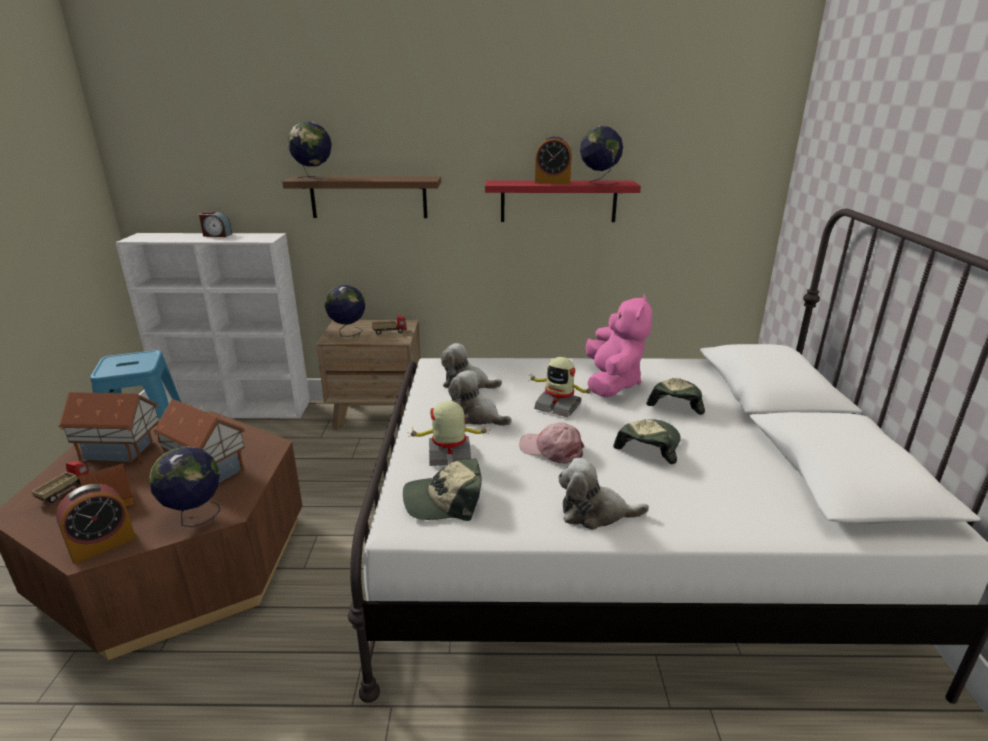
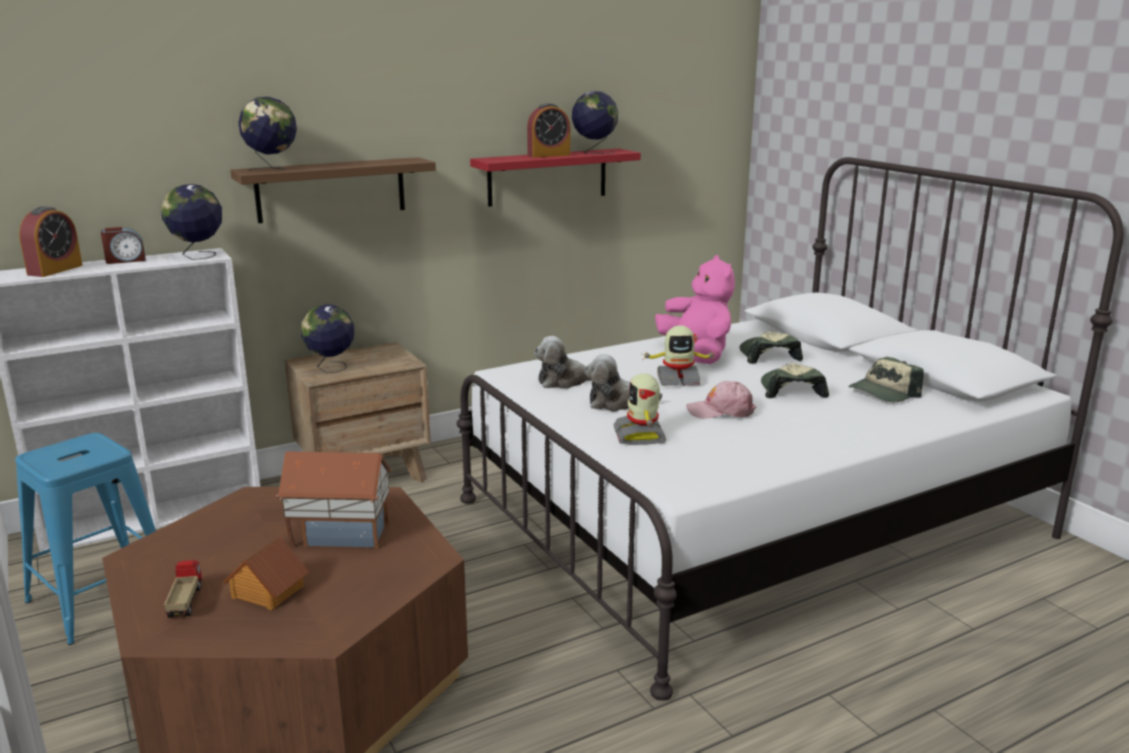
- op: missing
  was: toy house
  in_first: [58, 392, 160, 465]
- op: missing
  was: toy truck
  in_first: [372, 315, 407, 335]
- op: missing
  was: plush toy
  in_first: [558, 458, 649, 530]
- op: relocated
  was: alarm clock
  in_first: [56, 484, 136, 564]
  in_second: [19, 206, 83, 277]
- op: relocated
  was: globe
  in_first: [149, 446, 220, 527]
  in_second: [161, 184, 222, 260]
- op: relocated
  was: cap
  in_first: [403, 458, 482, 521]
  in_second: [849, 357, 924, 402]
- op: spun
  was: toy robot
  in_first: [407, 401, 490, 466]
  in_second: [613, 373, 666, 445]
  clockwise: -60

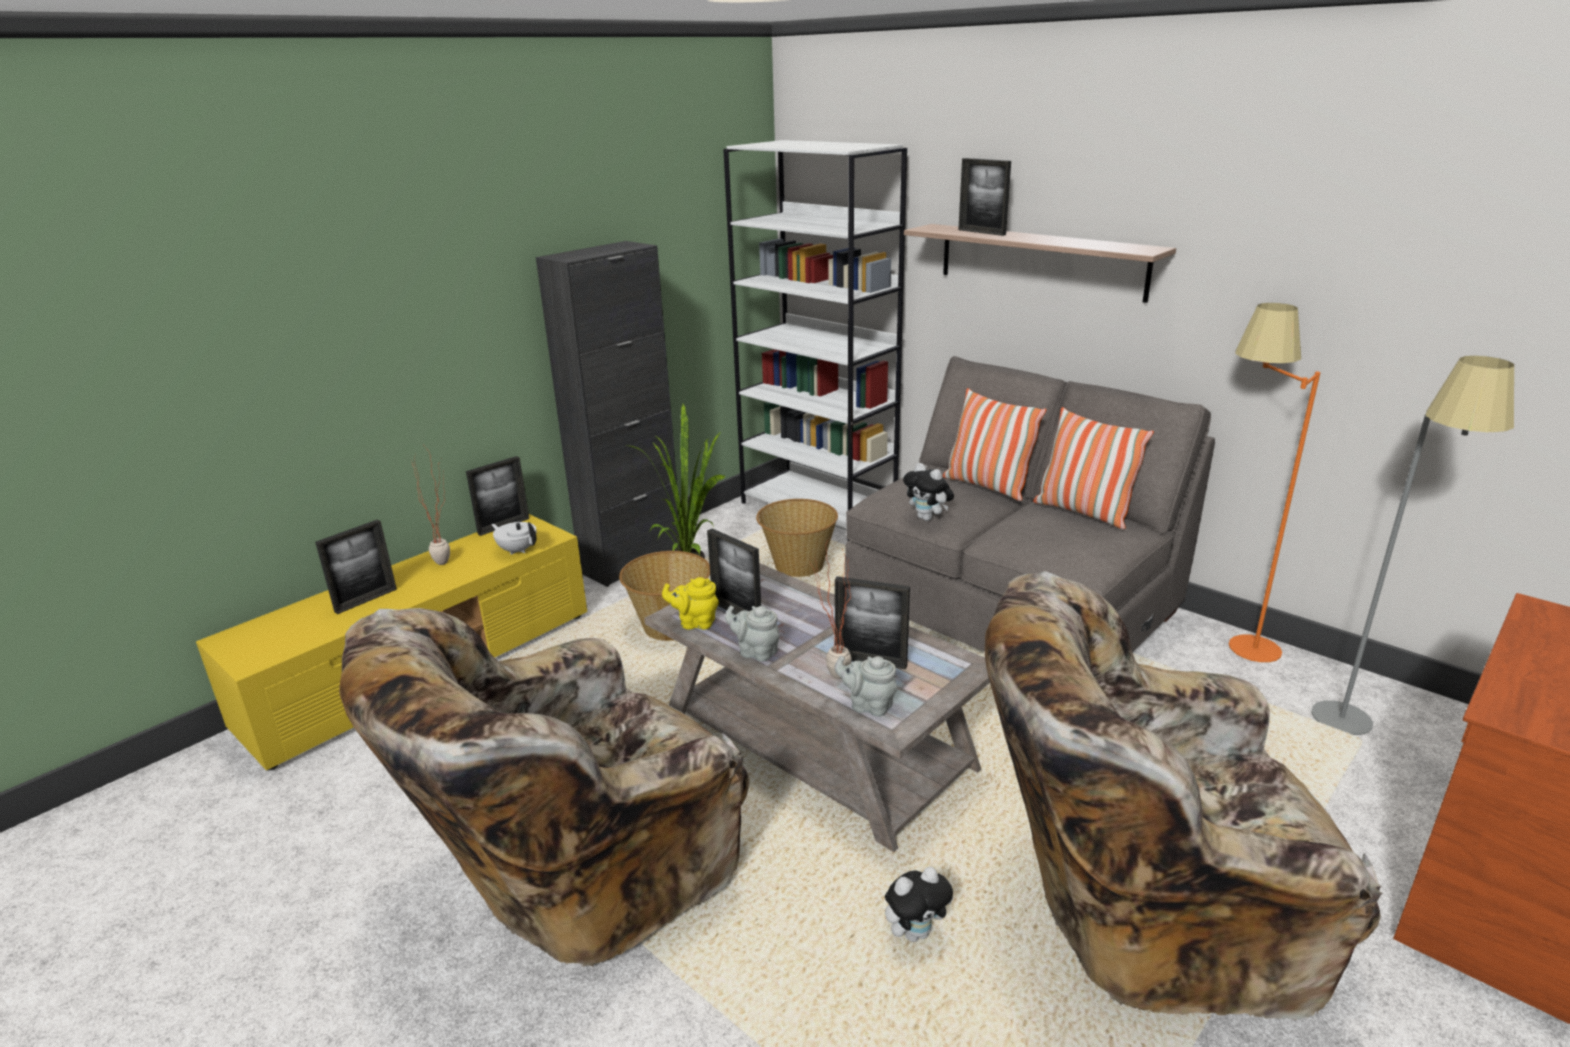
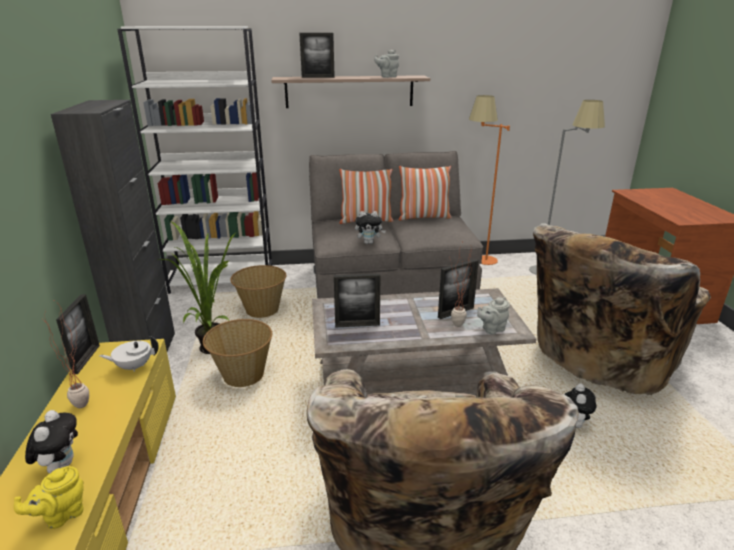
- op: relocated
  was: teapot (yellow)
  in_first: [662, 577, 719, 630]
  in_second: [14, 466, 84, 529]
- op: relocated
  was: teapot (grey)
  in_first: [725, 605, 779, 662]
  in_second: [374, 50, 399, 78]
- op: exchanged
  was: picture frame
  now: plush toy
  in_first: [315, 519, 397, 614]
  in_second: [25, 410, 78, 474]

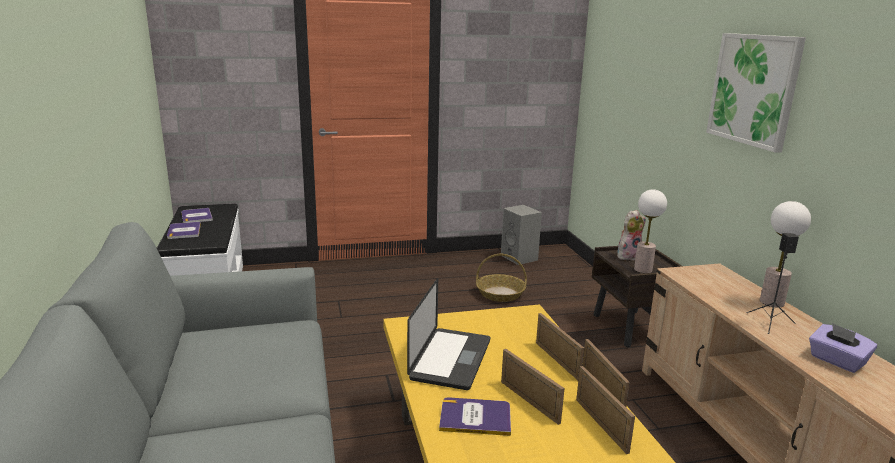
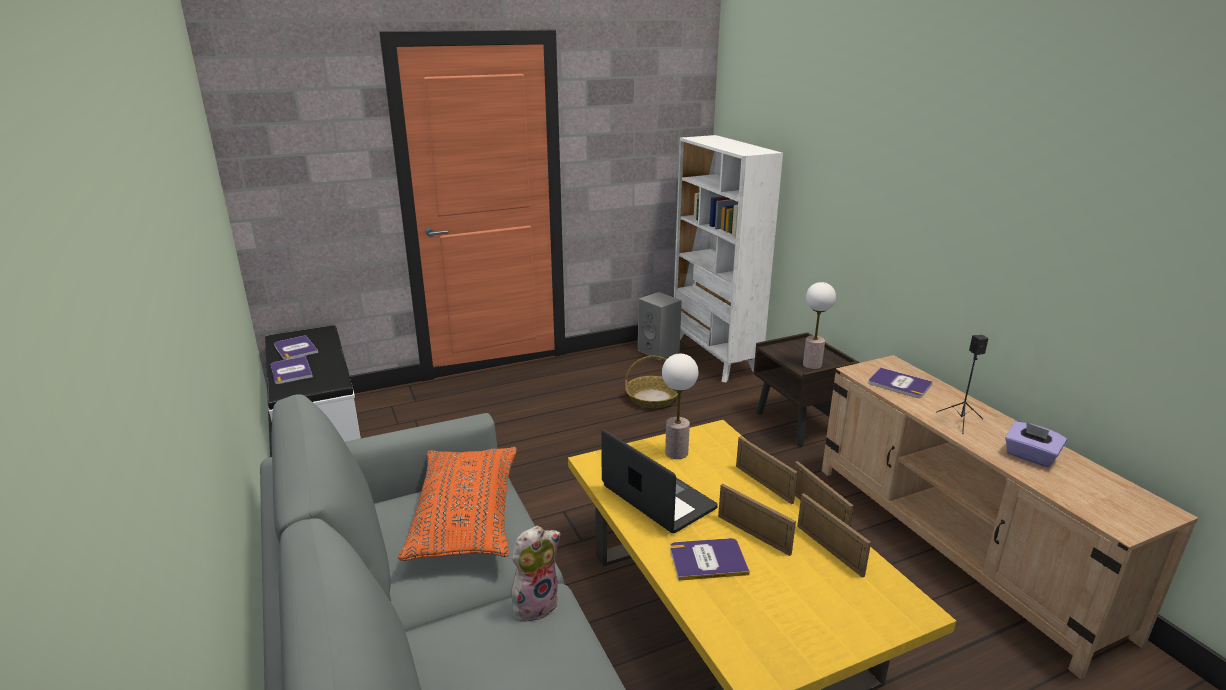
- op: missing
  was: picture
  in_first: [706, 33, 806, 153]
- op: appeared
  now: pillow (orange)
  in_second: [398, 447, 517, 561]
- op: appeared
  now: bookcase (white)
  in_second: [674, 135, 783, 382]
- op: appeared
  now: book
  in_second: [868, 367, 933, 398]
- op: relocated
  was: plush toy
  in_first: [617, 210, 646, 260]
  in_second: [511, 526, 561, 621]
- op: relocated
  was: table lamp
  in_first: [760, 201, 811, 308]
  in_second: [662, 354, 698, 459]
- op: spun
  was: laptop
  in_first: [407, 278, 490, 390]
  in_second: [601, 429, 718, 533]
  clockwise: -45

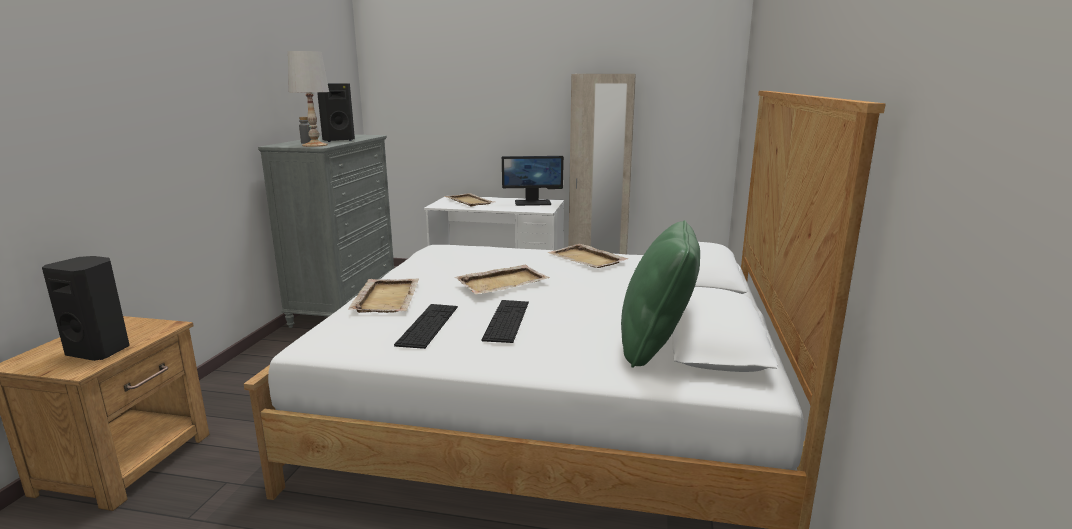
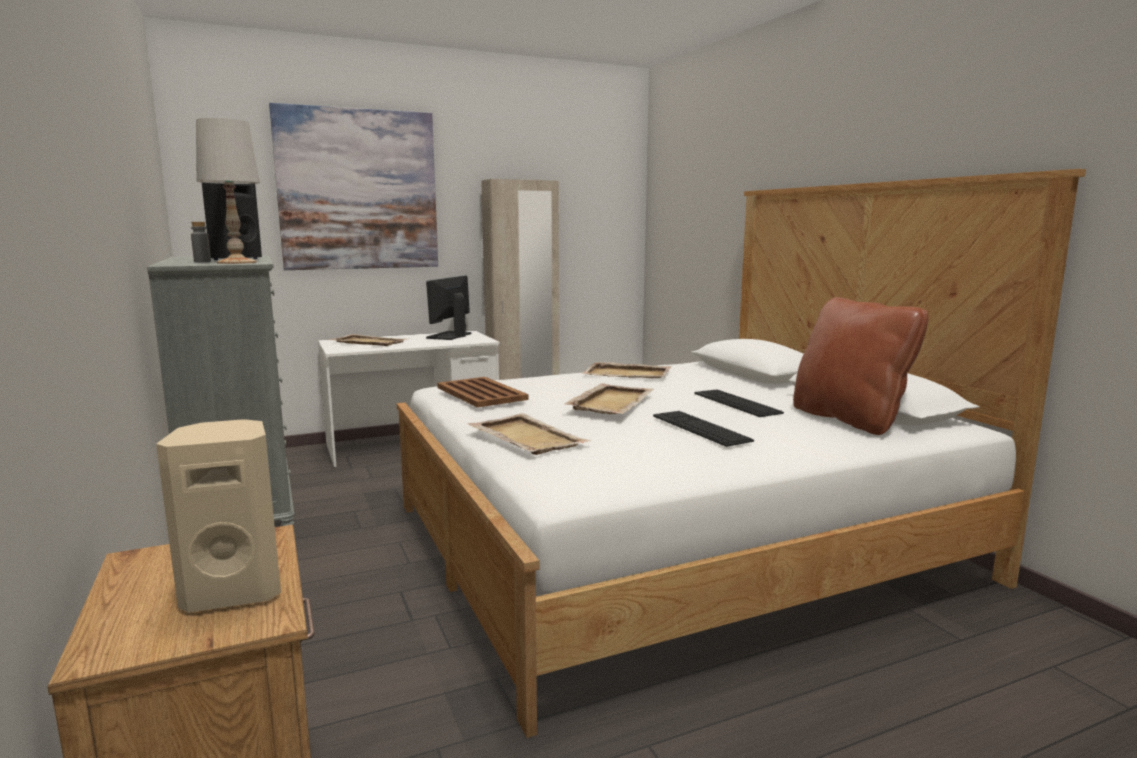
- op: appeared
  now: picture
  in_second: [269, 103, 438, 270]
- op: appeared
  now: tray (brown)
  in_second: [437, 377, 529, 408]
- op: relocated
  was: keyboard
  in_first: [394, 304, 458, 349]
  in_second: [695, 389, 784, 417]
- op: colour
  was: speaker (black)
  now: speaker (beige)
  in_first: [42, 256, 130, 361]
  in_second: [156, 419, 281, 613]
- op: colour
  was: pillow (green)
  now: pillow (brown)
  in_first: [621, 220, 700, 368]
  in_second: [793, 297, 929, 435]
- op: spun
  was: monitor
  in_first: [502, 156, 564, 206]
  in_second: [426, 276, 471, 340]
  clockwise: 150

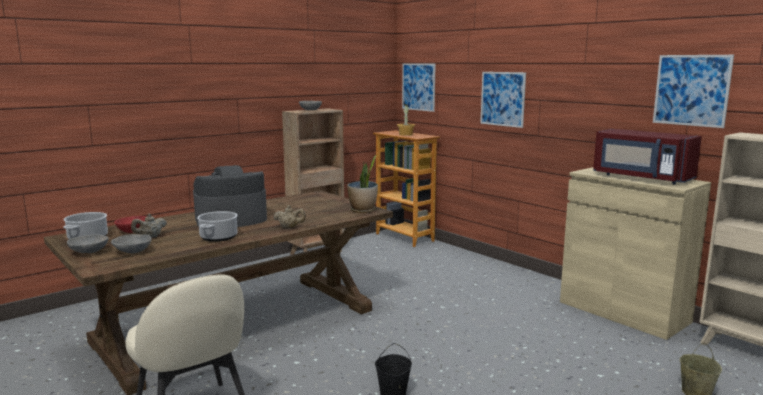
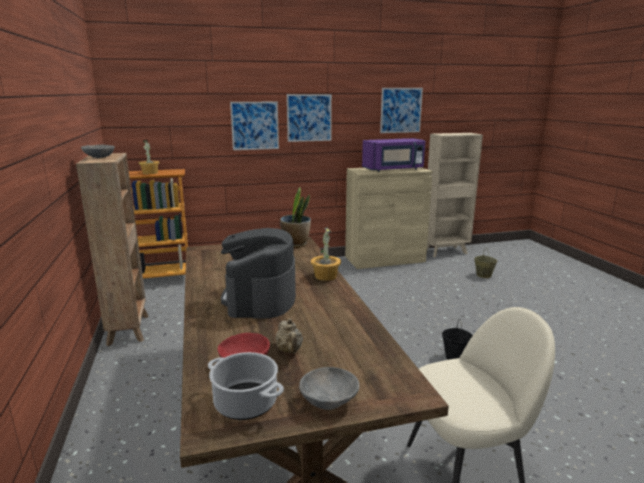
- op: missing
  was: bowl (grey)
  in_first: [111, 234, 152, 254]
- op: missing
  was: cooking pot
  in_first: [197, 211, 238, 242]
- op: relocated
  was: picture
  in_first: [402, 63, 436, 112]
  in_second: [287, 94, 332, 142]
- op: exchanged
  was: teapot (beige)
  now: potted plant
  in_first: [274, 205, 306, 228]
  in_second: [311, 227, 341, 281]
- op: colour
  was: microwave (red)
  now: microwave (purple)
  in_first: [593, 129, 702, 184]
  in_second: [362, 138, 425, 172]

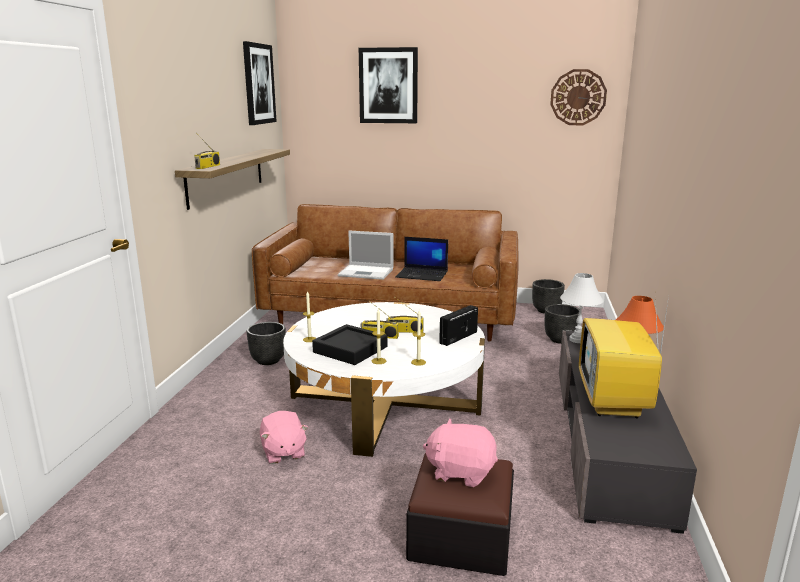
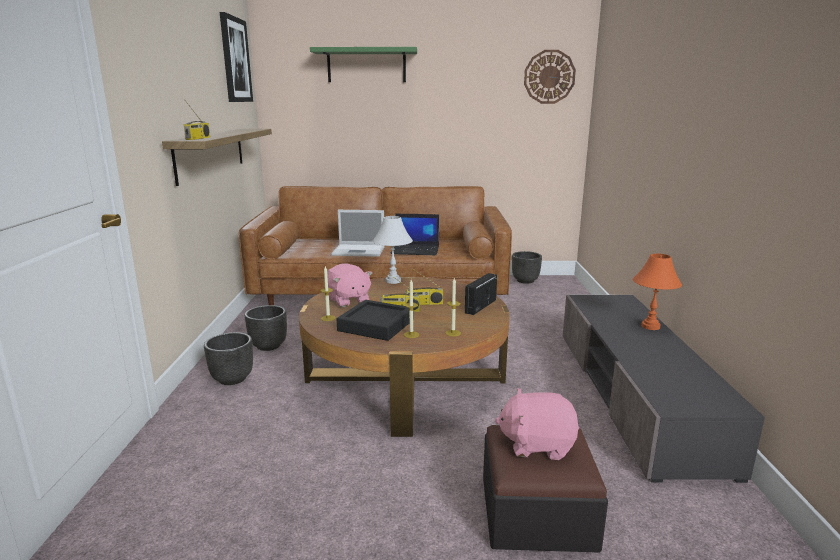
- op: missing
  was: television
  in_first: [579, 296, 669, 418]
- op: relocated
  was: plush toy (pink)
  in_first: [260, 411, 308, 464]
  in_second: [327, 263, 372, 307]
- op: relocated
  was: planter (black)
  in_first: [545, 304, 580, 344]
  in_second: [204, 332, 253, 385]
- op: relocated
  was: table lamp (white)
  in_first: [560, 273, 603, 343]
  in_second: [373, 216, 413, 284]
- op: exchanged
  was: picture
  now: shelf (green)
  in_first: [359, 47, 418, 123]
  in_second: [310, 47, 417, 82]
- op: colour
  was: coffee table (white)
  now: coffee table (brown)
  in_first: [283, 302, 485, 457]
  in_second: [299, 277, 510, 437]

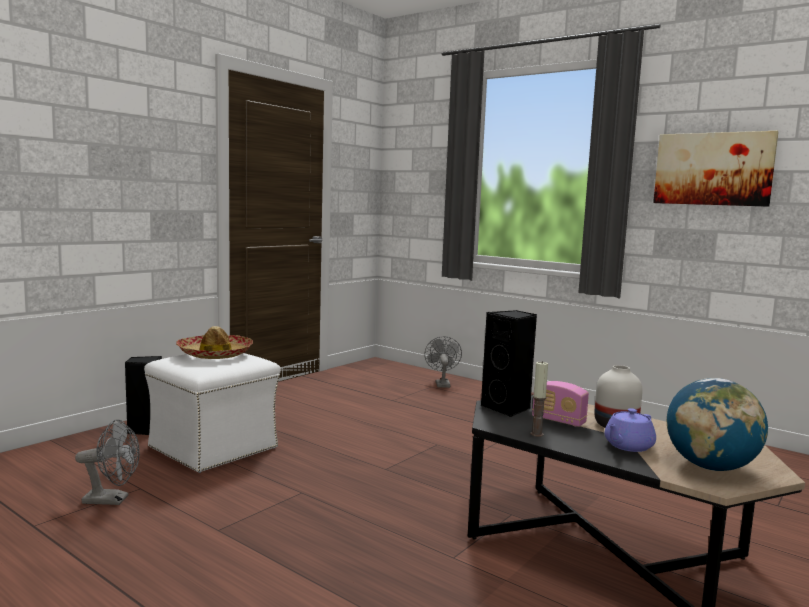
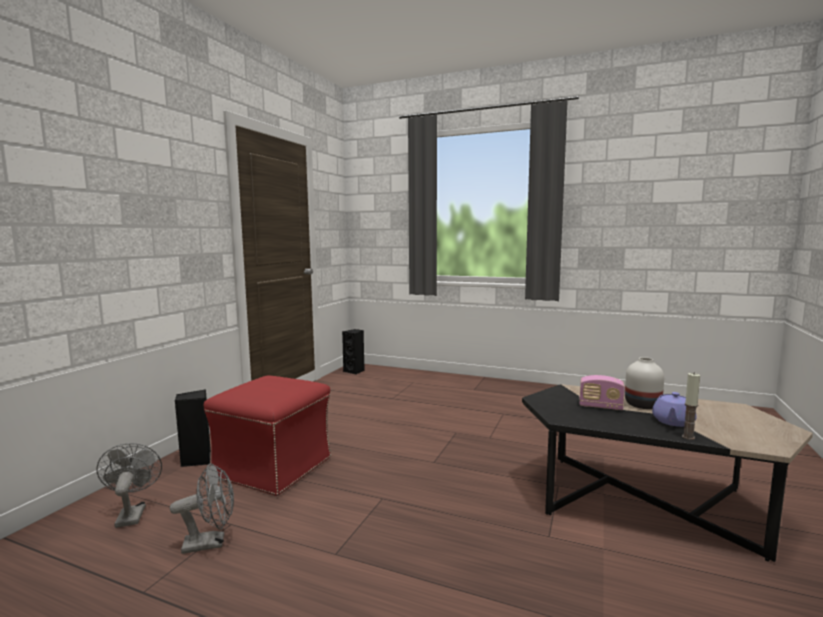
- op: missing
  was: hat
  in_first: [176, 326, 253, 359]
- op: missing
  was: picture
  in_first: [653, 131, 779, 207]
- op: missing
  was: globe
  in_first: [667, 378, 768, 471]
- op: relocated
  was: fan (grey)
  in_first: [424, 336, 462, 388]
  in_second: [96, 443, 162, 528]
- op: relocated
  was: speaker (black)
  in_first: [481, 310, 537, 417]
  in_second: [342, 329, 365, 375]
- op: relocated
  was: candle
  in_first: [531, 361, 548, 437]
  in_second: [682, 372, 700, 440]
- op: colour
  was: ottoman (white)
  now: ottoman (red)
  in_first: [144, 353, 281, 473]
  in_second: [204, 376, 331, 496]

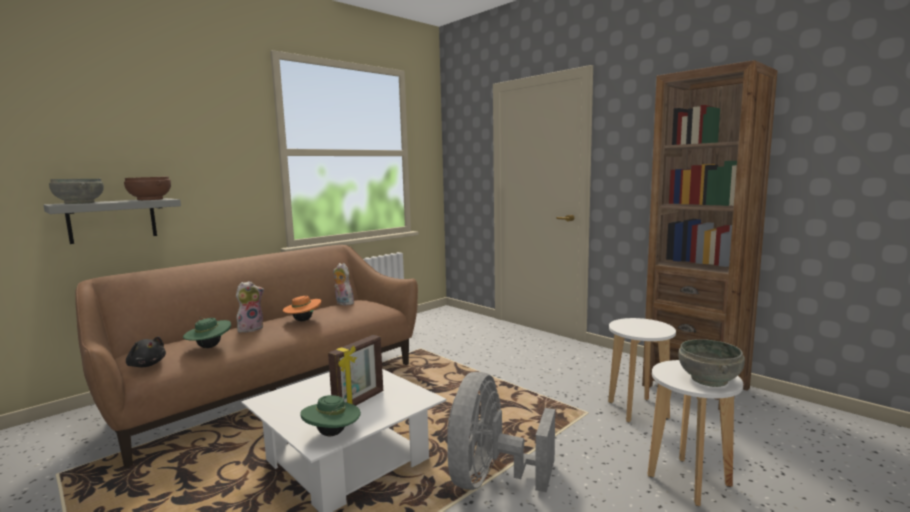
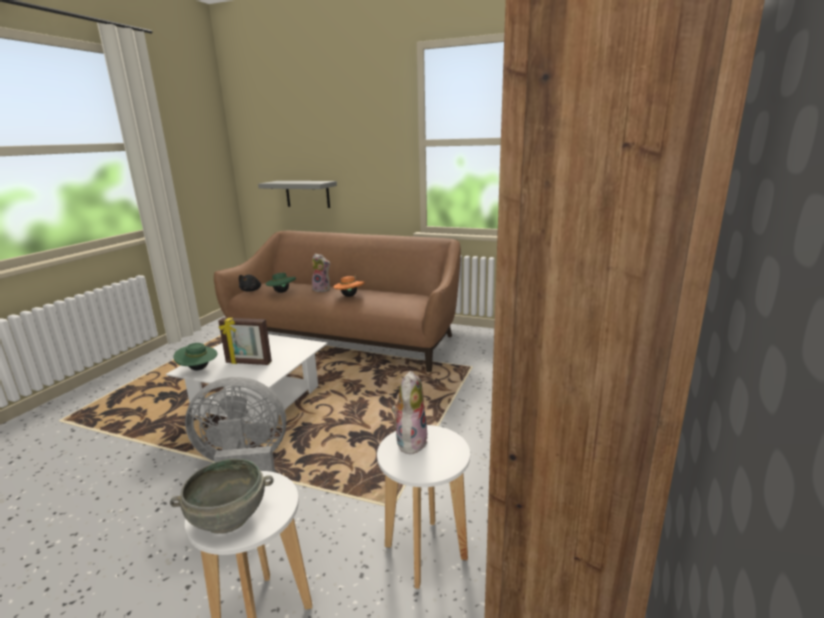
- op: missing
  was: bowl (grey)
  in_first: [49, 179, 104, 204]
- op: missing
  was: bowl (brown)
  in_first: [124, 176, 171, 200]
- op: relocated
  was: plush toy
  in_first: [333, 263, 354, 305]
  in_second: [392, 371, 427, 454]

